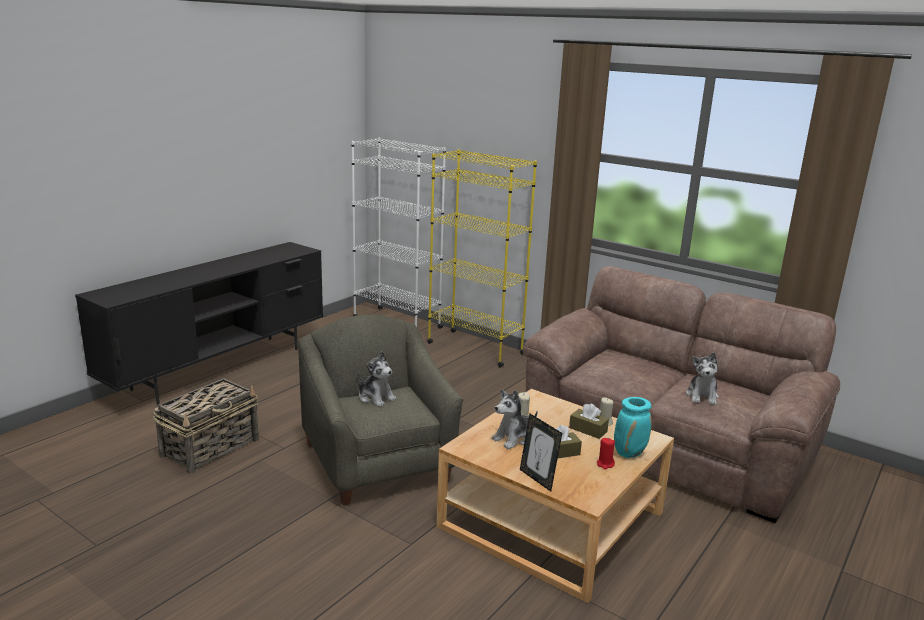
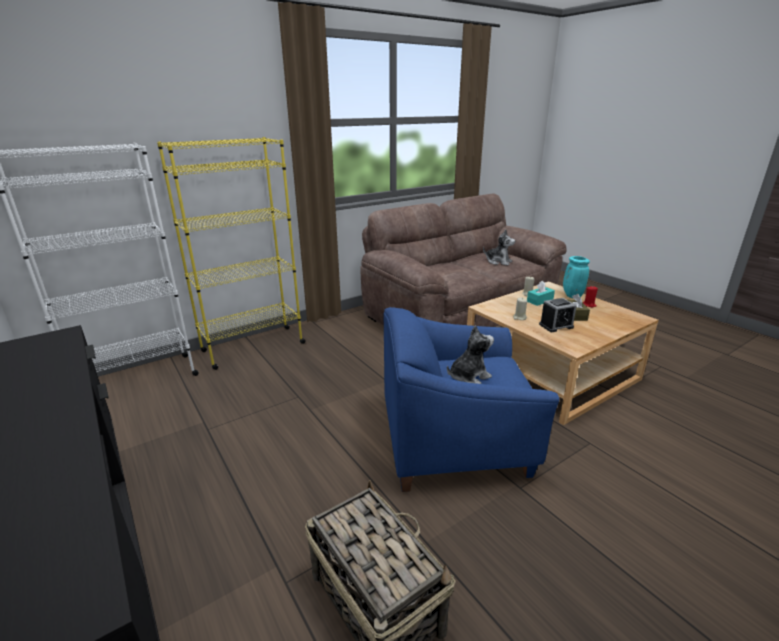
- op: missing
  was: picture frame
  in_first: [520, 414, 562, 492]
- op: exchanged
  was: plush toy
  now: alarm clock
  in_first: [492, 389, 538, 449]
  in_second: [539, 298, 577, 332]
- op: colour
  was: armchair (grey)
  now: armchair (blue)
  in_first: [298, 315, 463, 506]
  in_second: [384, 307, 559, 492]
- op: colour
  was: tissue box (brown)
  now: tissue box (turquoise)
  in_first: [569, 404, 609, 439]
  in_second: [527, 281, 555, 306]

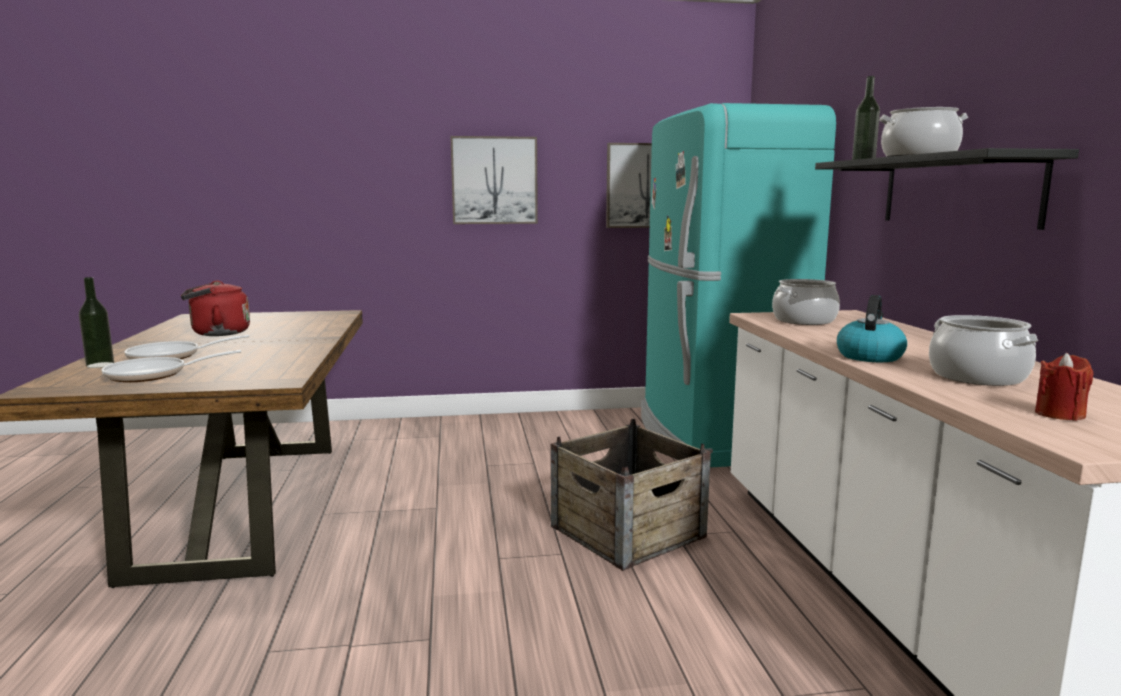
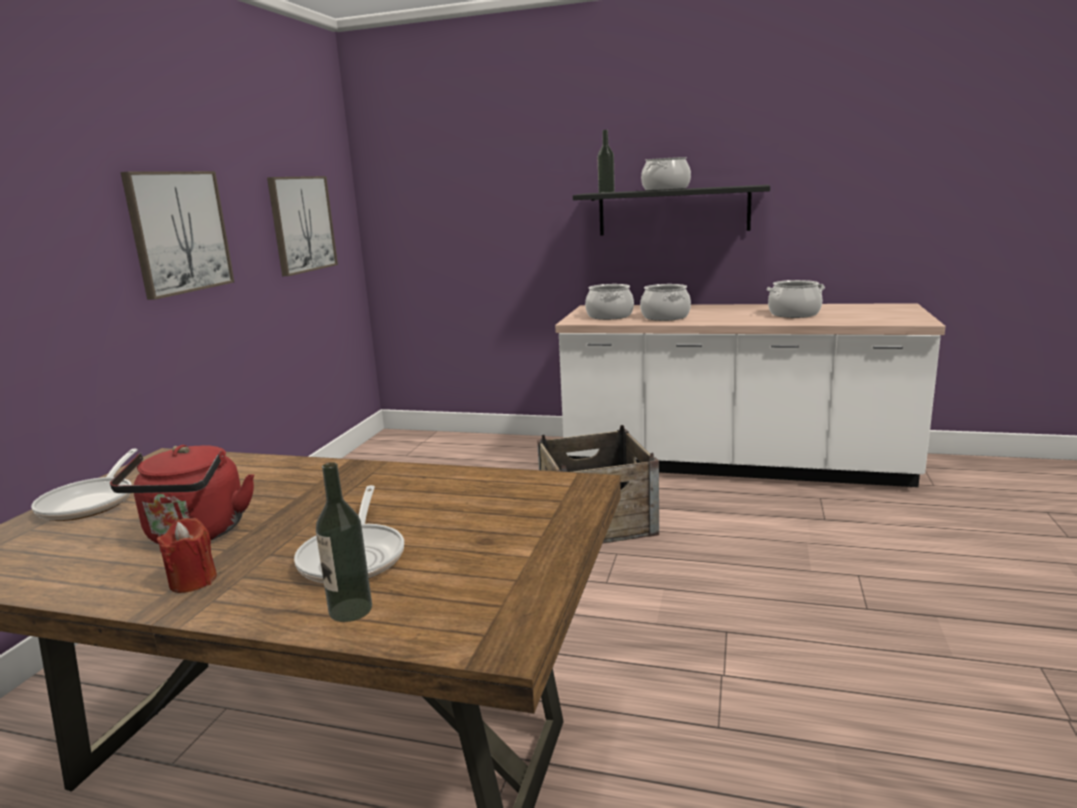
- op: missing
  was: fridge (turquoise)
  in_first: [641, 103, 836, 467]
- op: missing
  was: kettle
  in_first: [837, 295, 907, 362]
- op: appeared
  now: cooking pot
  in_second: [640, 284, 691, 321]
- op: relocated
  was: frying pan
  in_first: [102, 350, 241, 382]
  in_second: [31, 449, 138, 521]
- op: relocated
  was: candle (red)
  in_first: [1035, 353, 1093, 421]
  in_second: [157, 518, 217, 593]

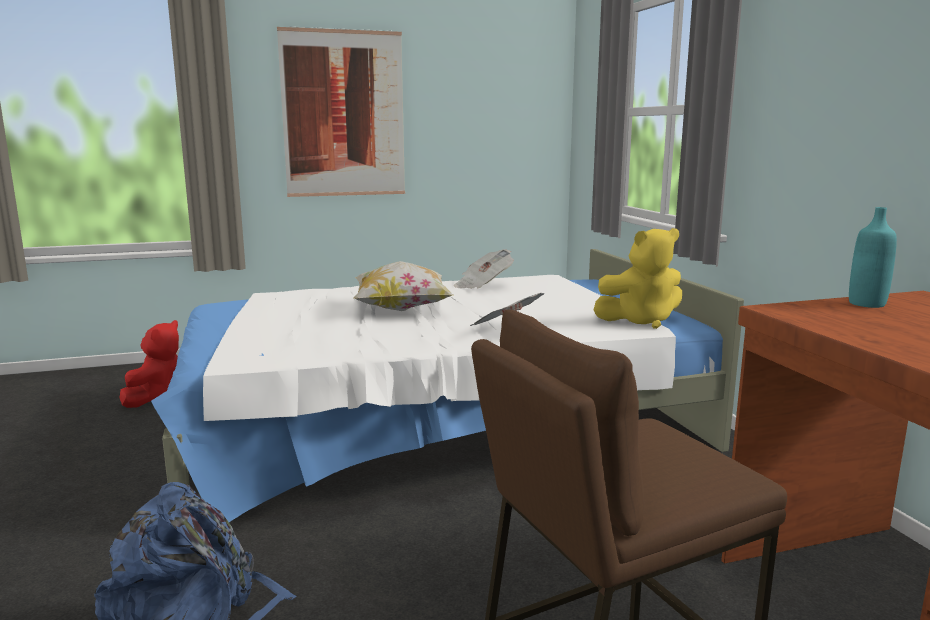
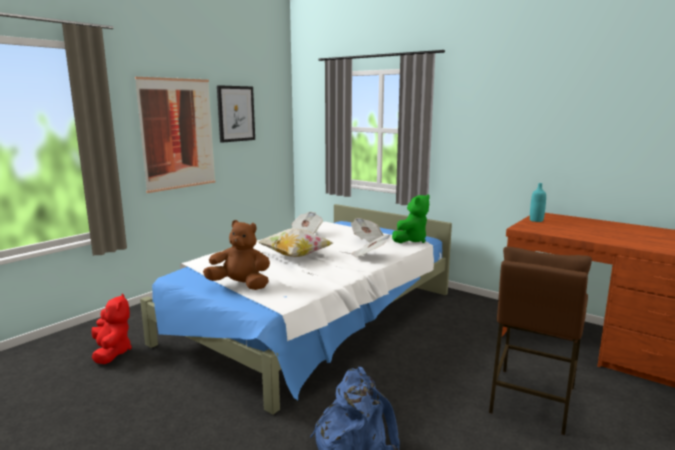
- op: appeared
  now: plush toy (brown)
  in_second: [203, 220, 270, 290]
- op: appeared
  now: picture
  in_second: [217, 85, 255, 143]
- op: appeared
  now: newspaper
  in_second: [351, 218, 383, 243]
- op: colour
  was: plush toy (yellow)
  now: plush toy (green)
  in_first: [593, 228, 682, 329]
  in_second: [392, 194, 430, 243]

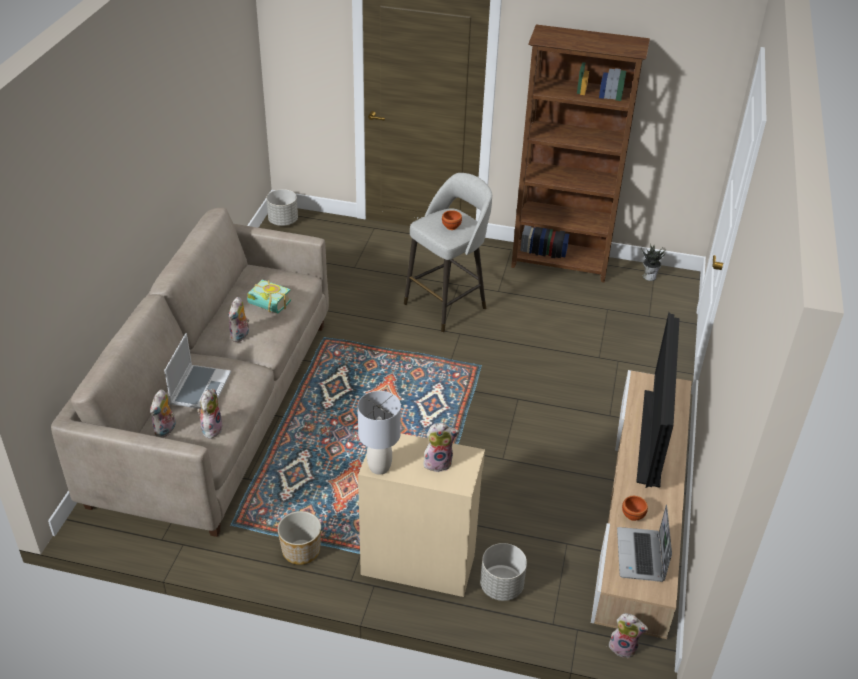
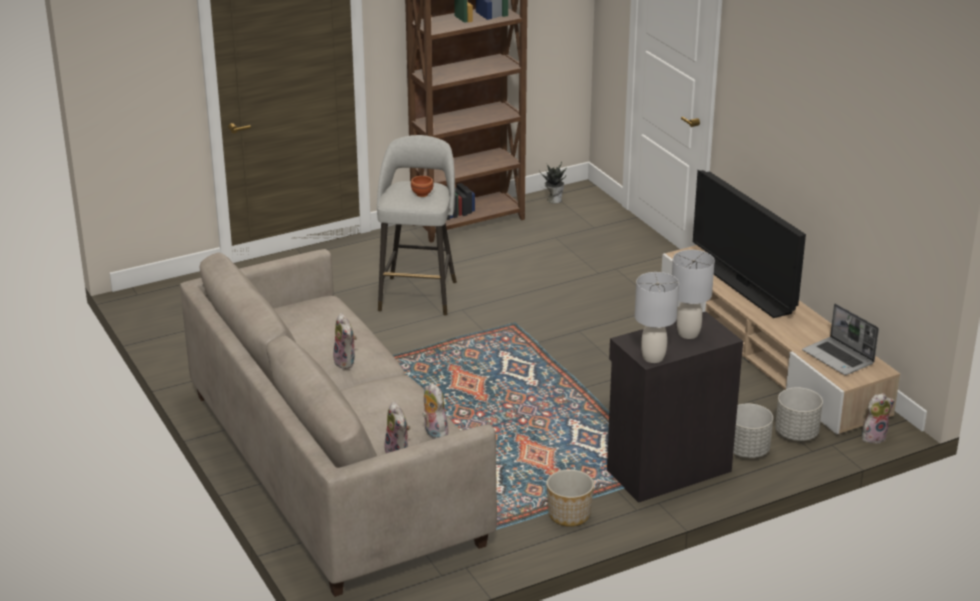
- op: missing
  was: laptop
  in_first: [164, 333, 231, 409]
- op: missing
  was: book
  in_first: [247, 280, 291, 314]
- op: missing
  was: bowl (brown)
  in_first: [622, 496, 648, 521]
- op: relocated
  was: planter (grey)
  in_first: [266, 189, 298, 226]
  in_second: [775, 387, 823, 441]
- op: exchanged
  was: plush toy
  now: table lamp (grey)
  in_first: [423, 423, 459, 472]
  in_second: [672, 250, 715, 339]
- op: colour
  was: cabinet (beige)
  now: cabinet (black)
  in_first: [358, 433, 485, 597]
  in_second: [607, 311, 743, 503]

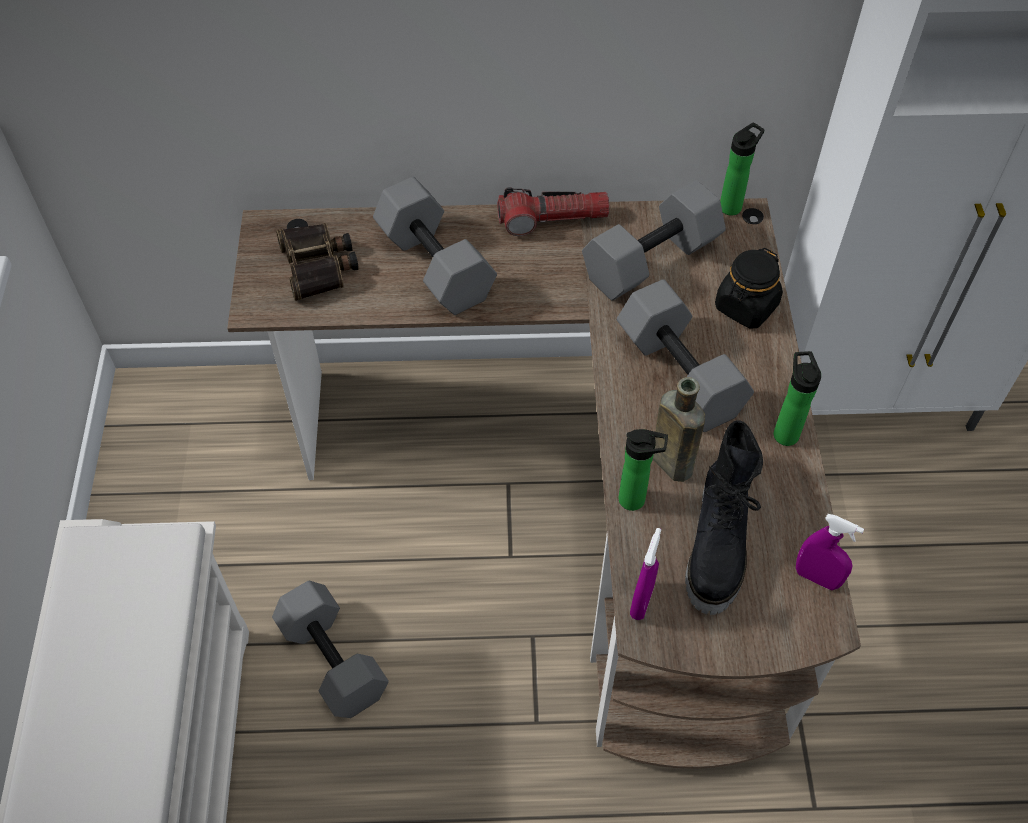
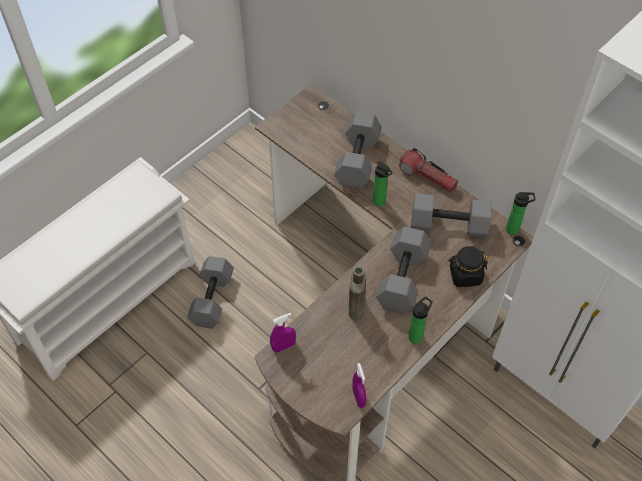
- op: missing
  was: binoculars
  in_first: [276, 223, 359, 301]
- op: missing
  was: boot (black)
  in_first: [685, 420, 763, 615]
- op: relocated
  was: bottle
  in_first: [619, 429, 668, 511]
  in_second: [373, 161, 393, 206]

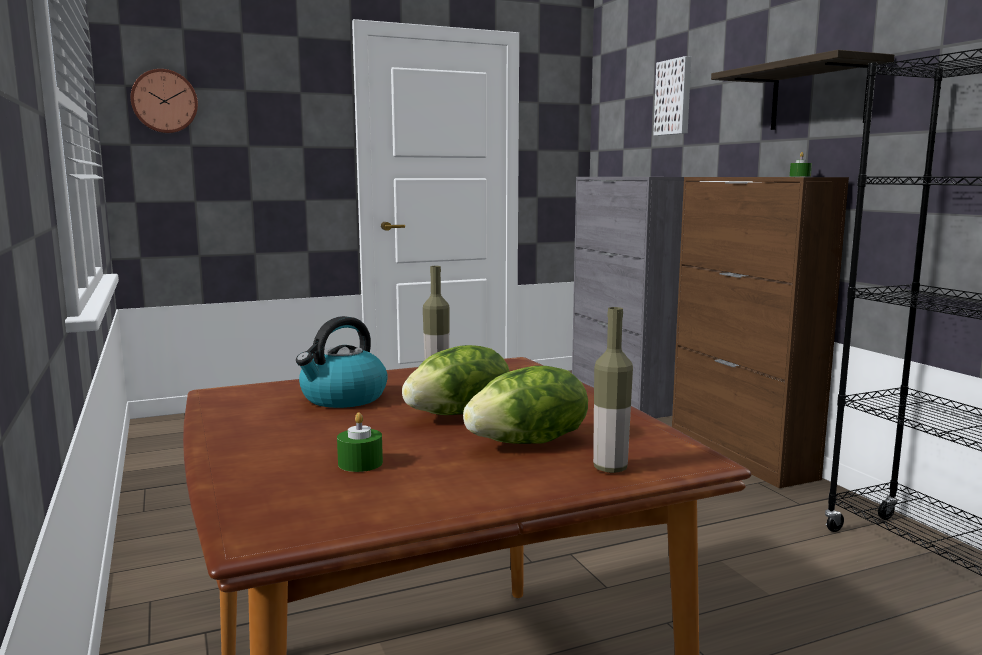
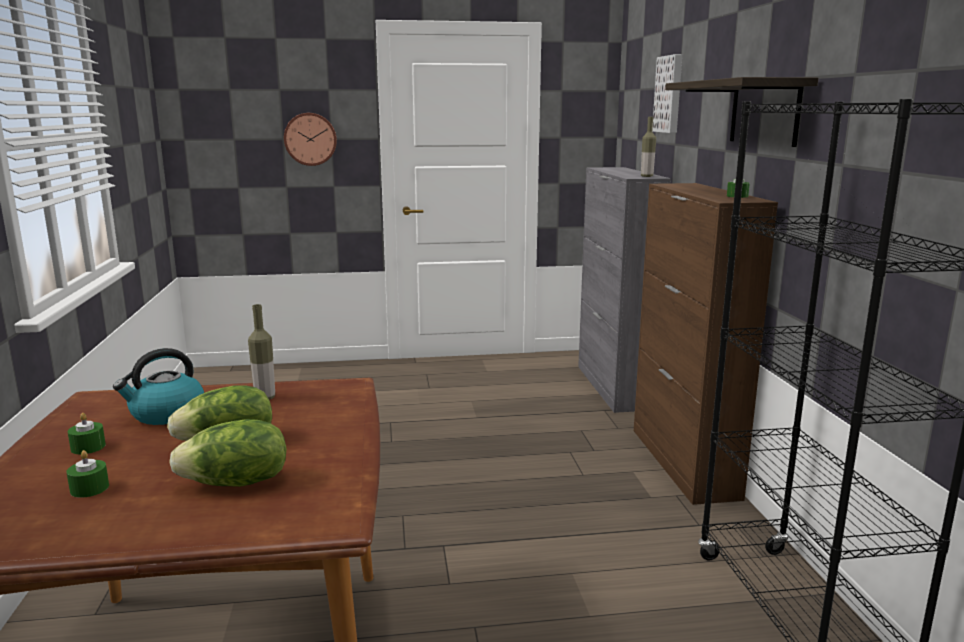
- op: appeared
  now: candle (green)
  in_second: [68, 413, 106, 454]
- op: relocated
  was: wall clock
  in_first: [131, 69, 198, 133]
  in_second: [284, 113, 337, 166]
- op: relocated
  was: bottle
  in_first: [593, 307, 633, 473]
  in_second: [641, 117, 656, 177]

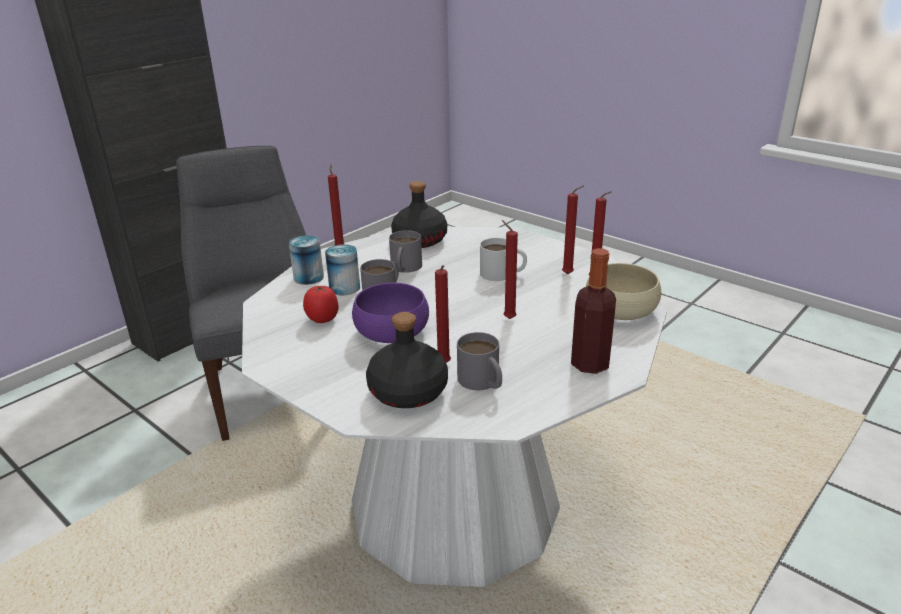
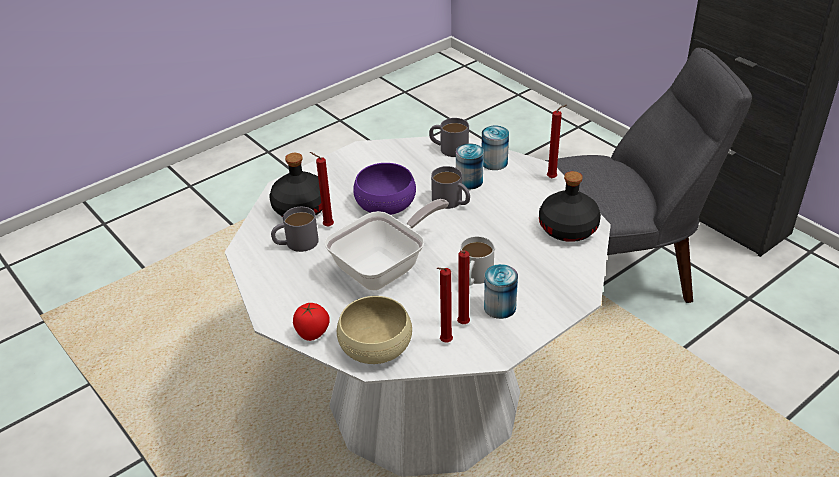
- op: missing
  was: bottle
  in_first: [571, 248, 616, 374]
- op: appeared
  now: can
  in_second: [484, 264, 518, 319]
- op: relocated
  was: tomato
  in_first: [303, 286, 339, 323]
  in_second: [293, 303, 330, 341]
- op: relocated
  was: mug (grey)
  in_first: [389, 230, 422, 273]
  in_second: [429, 118, 469, 157]
- op: exchanged
  was: candle (red)
  now: frying pan
  in_first: [502, 220, 518, 319]
  in_second: [324, 199, 449, 290]

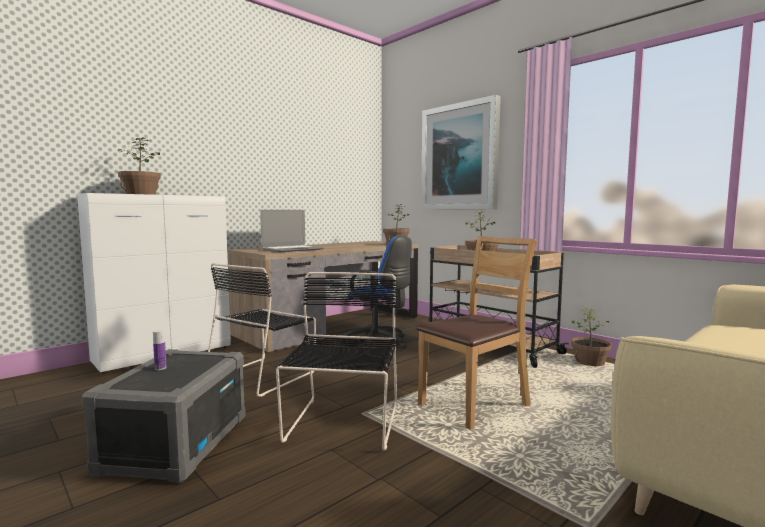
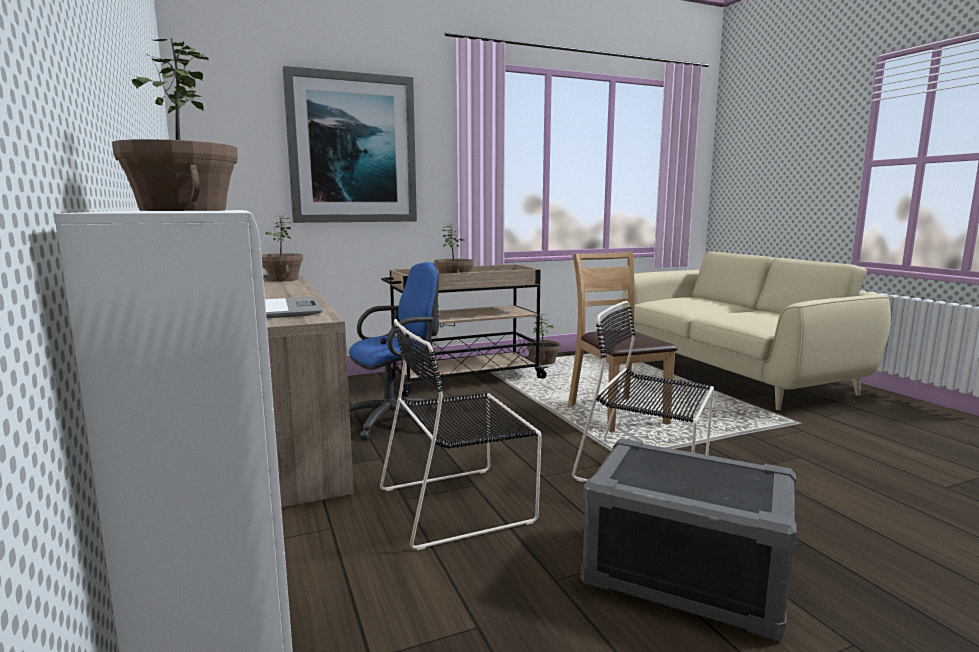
- op: missing
  was: bottle
  in_first: [153, 330, 167, 370]
- op: spun
  was: chair (black)
  in_first: [208, 263, 316, 397]
  in_second: [380, 319, 542, 550]
  clockwise: 105

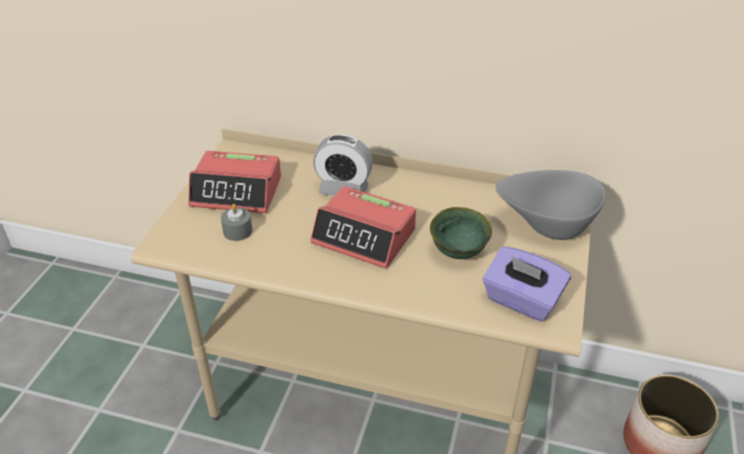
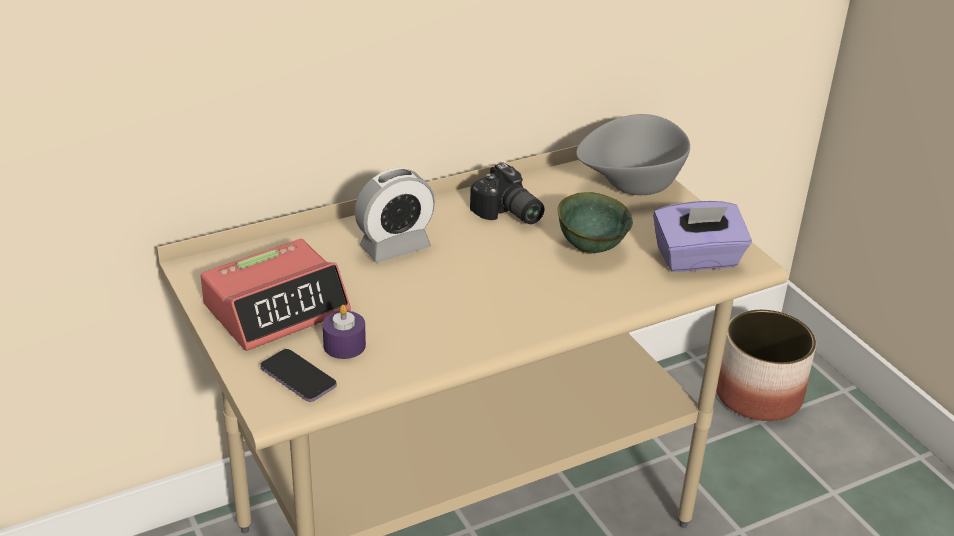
- op: missing
  was: alarm clock
  in_first: [310, 186, 416, 269]
- op: appeared
  now: phone
  in_second: [260, 349, 337, 402]
- op: appeared
  now: photo camera
  in_second: [470, 163, 545, 224]
- op: colour
  was: candle (grey)
  now: candle (purple)
  in_first: [221, 204, 252, 241]
  in_second: [323, 305, 366, 359]

